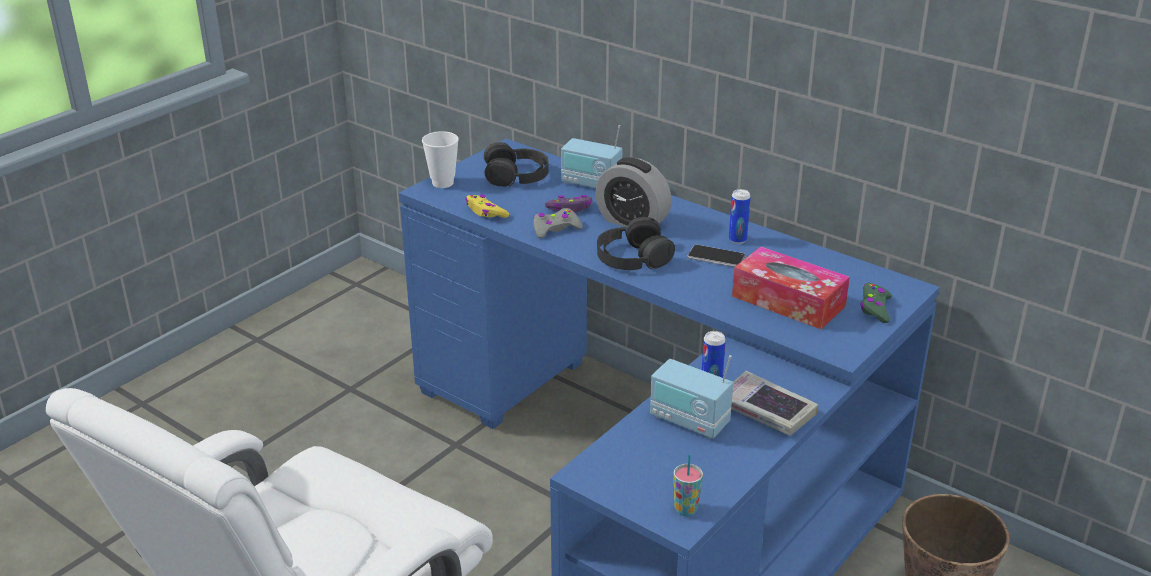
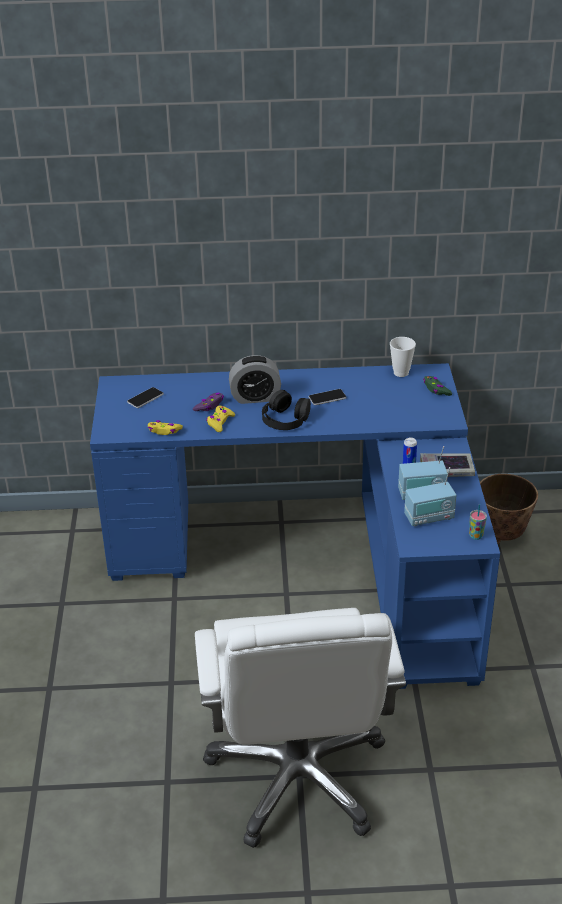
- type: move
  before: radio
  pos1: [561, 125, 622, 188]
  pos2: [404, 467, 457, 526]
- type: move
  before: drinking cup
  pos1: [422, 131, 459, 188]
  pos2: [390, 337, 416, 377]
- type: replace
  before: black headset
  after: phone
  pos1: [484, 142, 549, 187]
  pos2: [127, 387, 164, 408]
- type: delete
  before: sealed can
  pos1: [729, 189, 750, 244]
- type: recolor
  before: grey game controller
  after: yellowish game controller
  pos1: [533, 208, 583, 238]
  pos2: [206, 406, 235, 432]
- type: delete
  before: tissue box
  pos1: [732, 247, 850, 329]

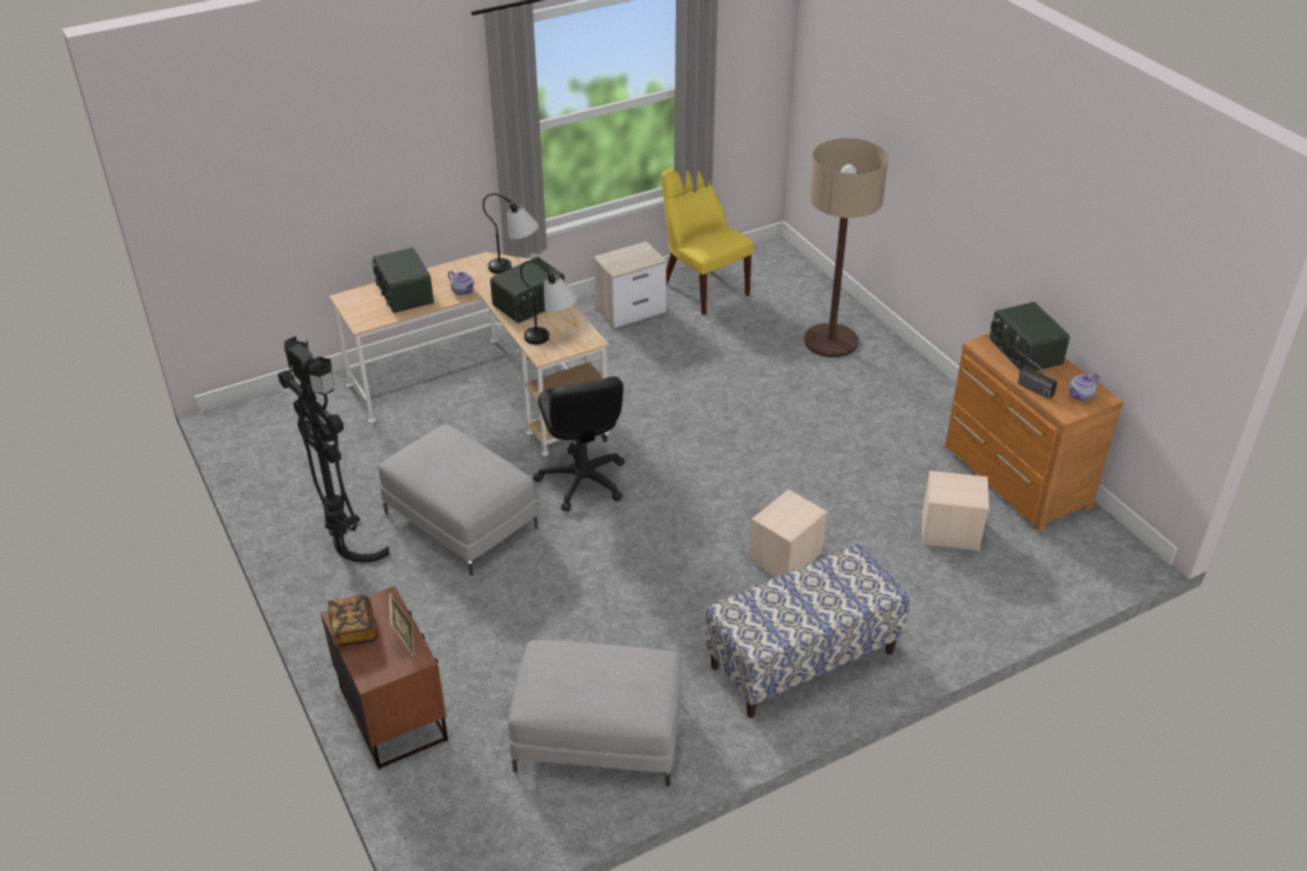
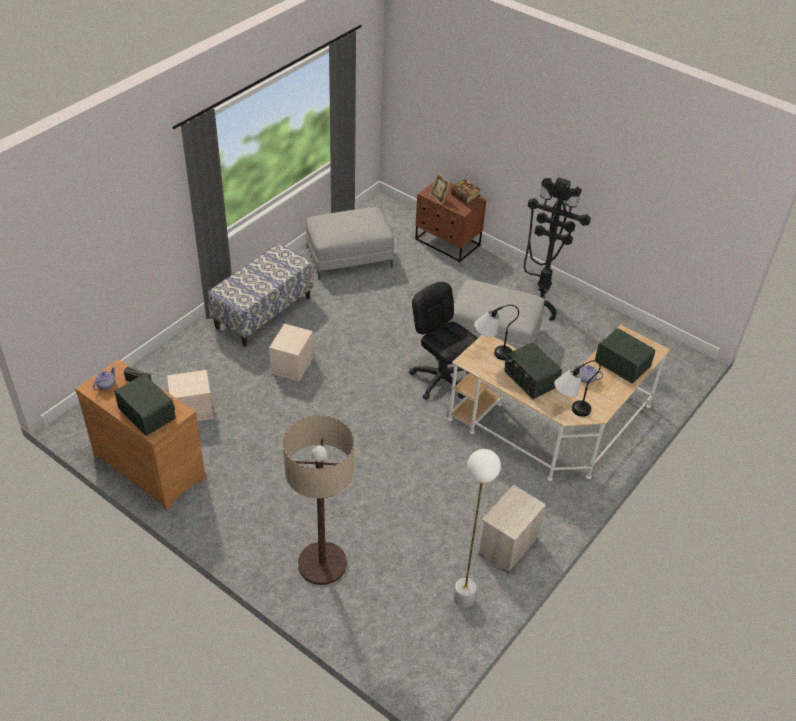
- type: replace
  before: yellowish upright chair
  after: whitish standing lamp
  pos1: [661, 167, 754, 315]
  pos2: [453, 449, 501, 608]
- type: rotate
  before: radio
  pos1: [490, 257, 565, 323]
  pos2: [504, 342, 562, 399]
  turn: -60

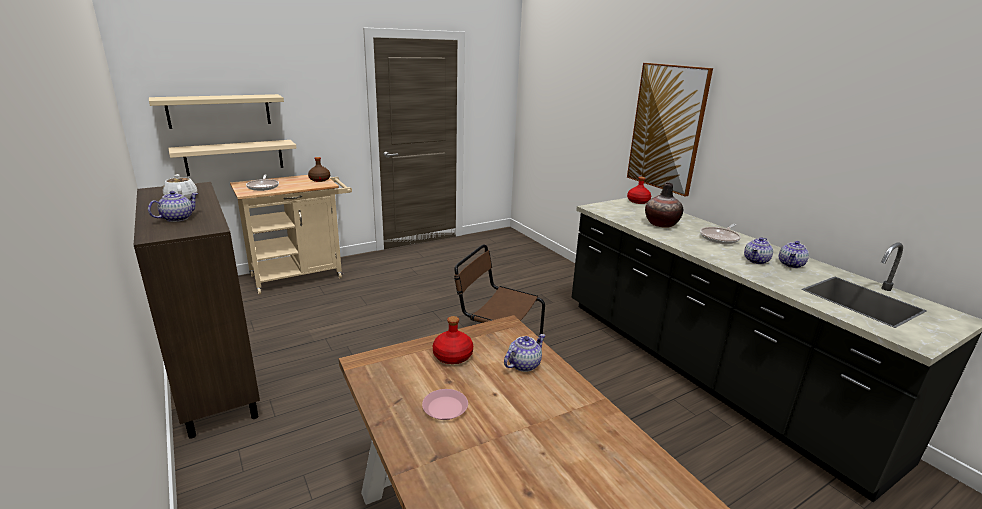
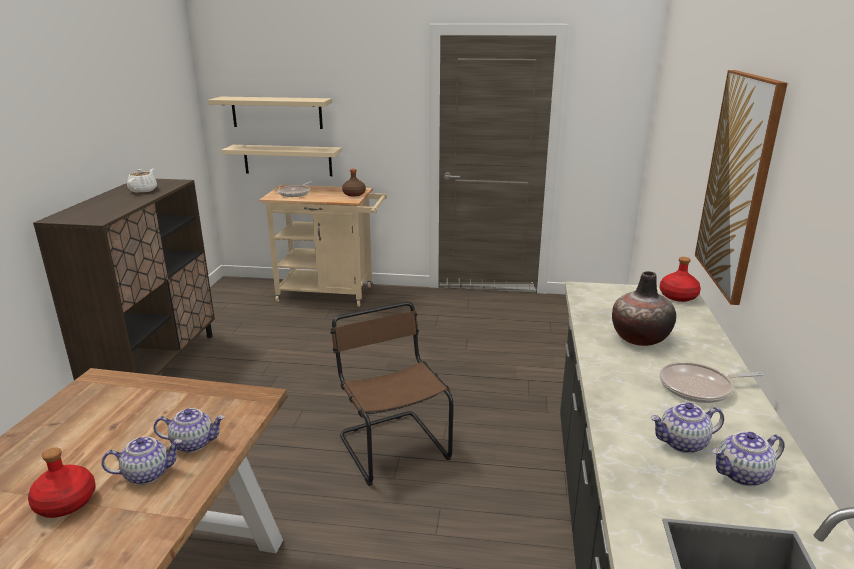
- type: move
  before: tea pot
  pos1: [148, 191, 198, 222]
  pos2: [102, 436, 182, 485]
- type: move
  before: reddish drink bottle
  pos1: [433, 316, 473, 364]
  pos2: [28, 448, 96, 518]
- type: delete
  before: pink-coloured flat dish
  pos1: [422, 389, 468, 420]

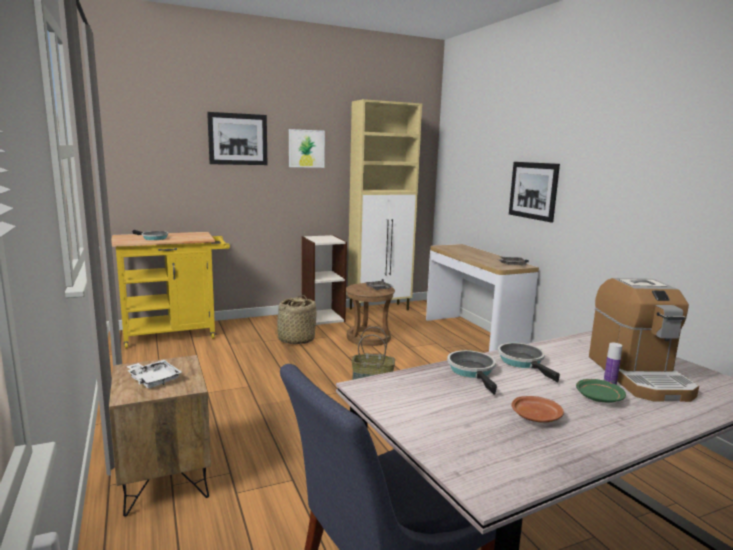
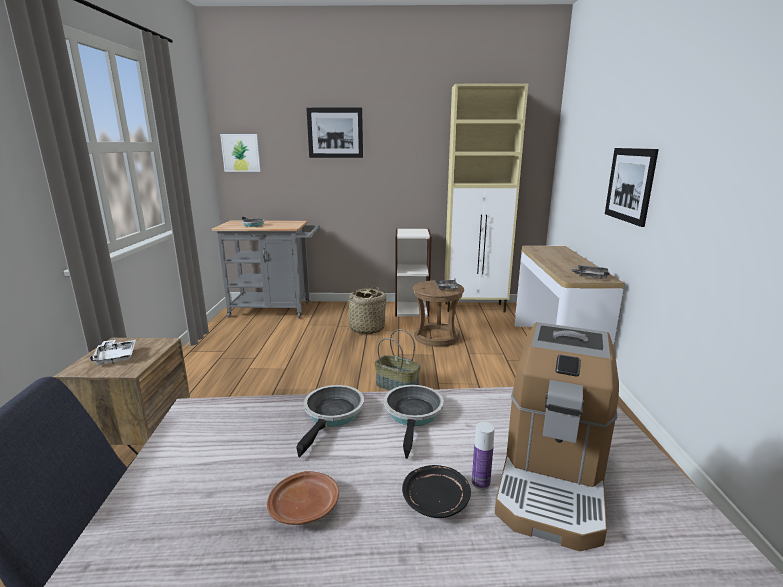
- type: move
  before: picture
  pos1: [289, 129, 325, 168]
  pos2: [220, 134, 261, 172]
- type: recolor
  before: yellowish wheeled cart
  after: grey wheeled cart
  pos1: [111, 232, 230, 349]
  pos2: [211, 220, 320, 318]
- type: recolor
  before: green-coloured flat dish
  after: black flat dish
  pos1: [576, 379, 626, 403]
  pos2: [402, 465, 471, 518]

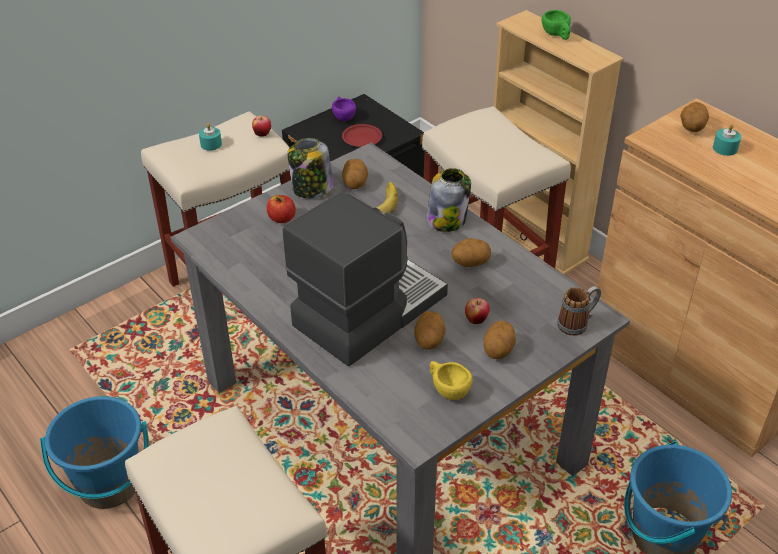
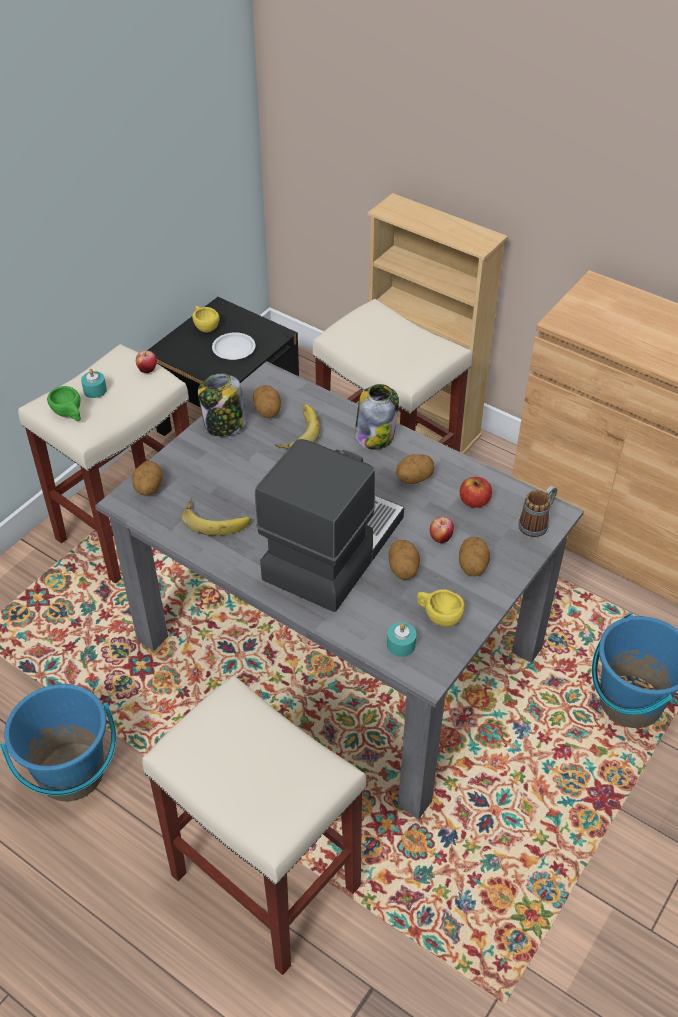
- type: move
  before: green-coloured drinking cup
  pos1: [542, 10, 571, 40]
  pos2: [47, 386, 81, 421]
- type: recolor
  before: purple drinking cup
  after: yellowish drinking cup
  pos1: [332, 97, 356, 121]
  pos2: [192, 306, 219, 332]
- type: move
  before: spud
  pos1: [680, 102, 709, 132]
  pos2: [132, 461, 163, 496]
- type: recolor
  before: reddish flat dish
  after: whitish flat dish
  pos1: [342, 124, 382, 147]
  pos2: [212, 332, 255, 360]
- type: move
  before: turquoise wax candle
  pos1: [713, 124, 741, 156]
  pos2: [387, 622, 416, 657]
- type: move
  before: whole apple
  pos1: [267, 195, 296, 223]
  pos2: [460, 477, 492, 508]
- type: insert
  after: whole banana
  pos2: [181, 499, 250, 536]

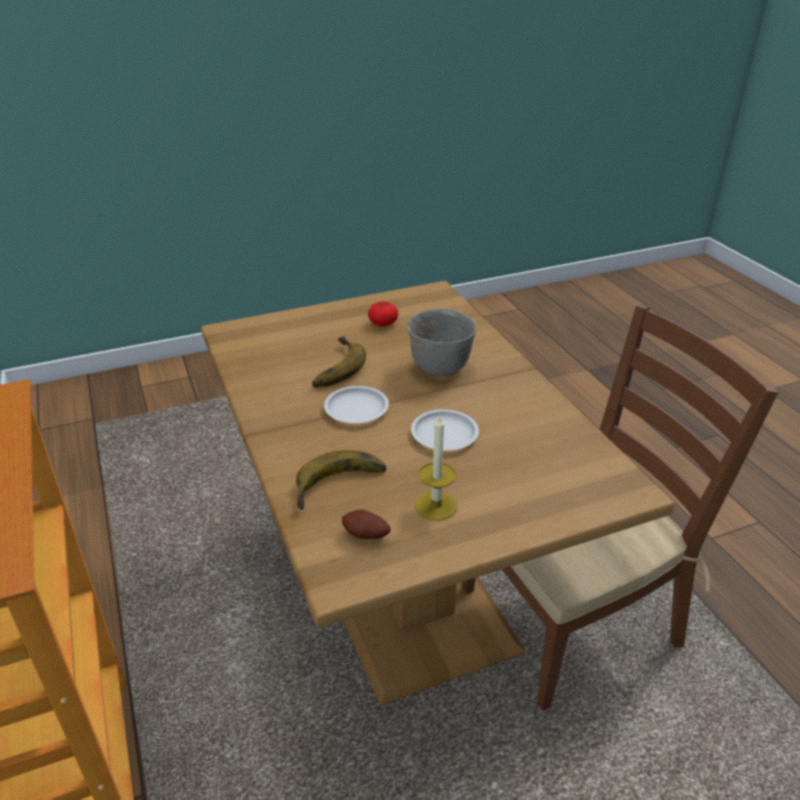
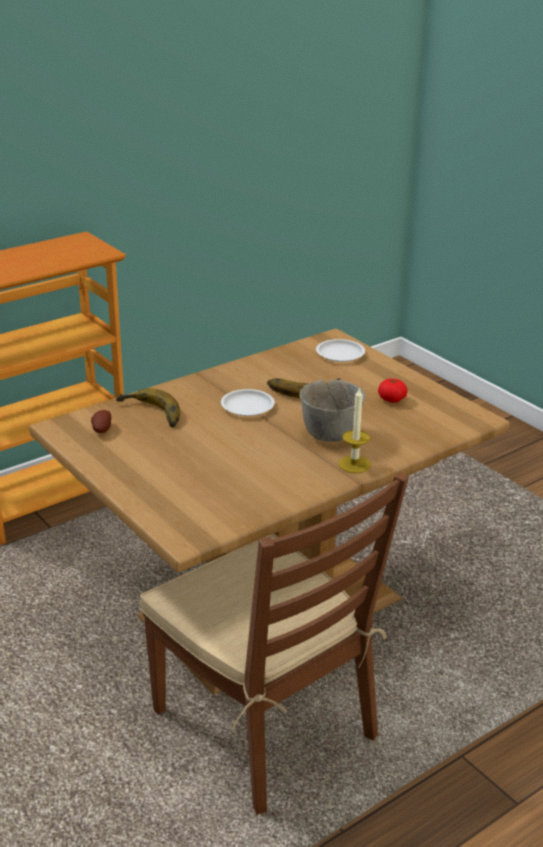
- type: move
  before: whitish flat dish
  pos1: [411, 409, 479, 450]
  pos2: [316, 339, 365, 362]
- type: move
  before: wax candle
  pos1: [415, 414, 457, 521]
  pos2: [338, 387, 371, 473]

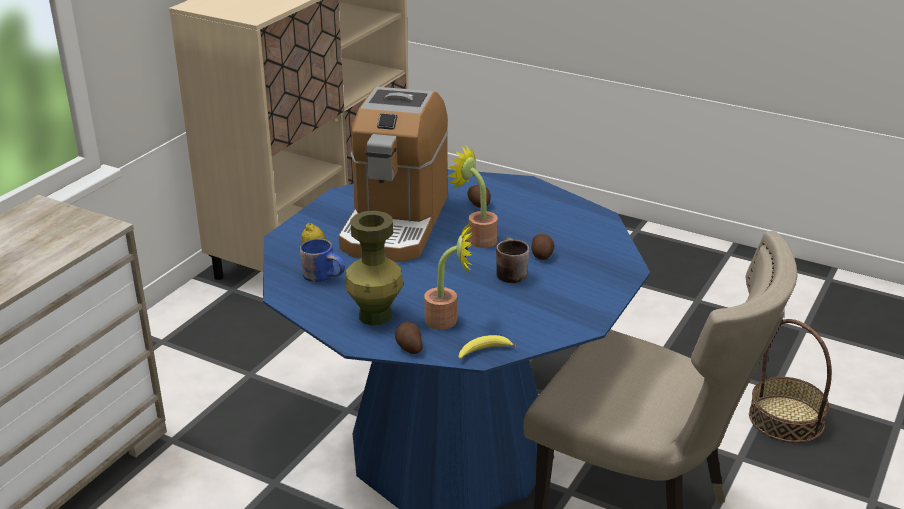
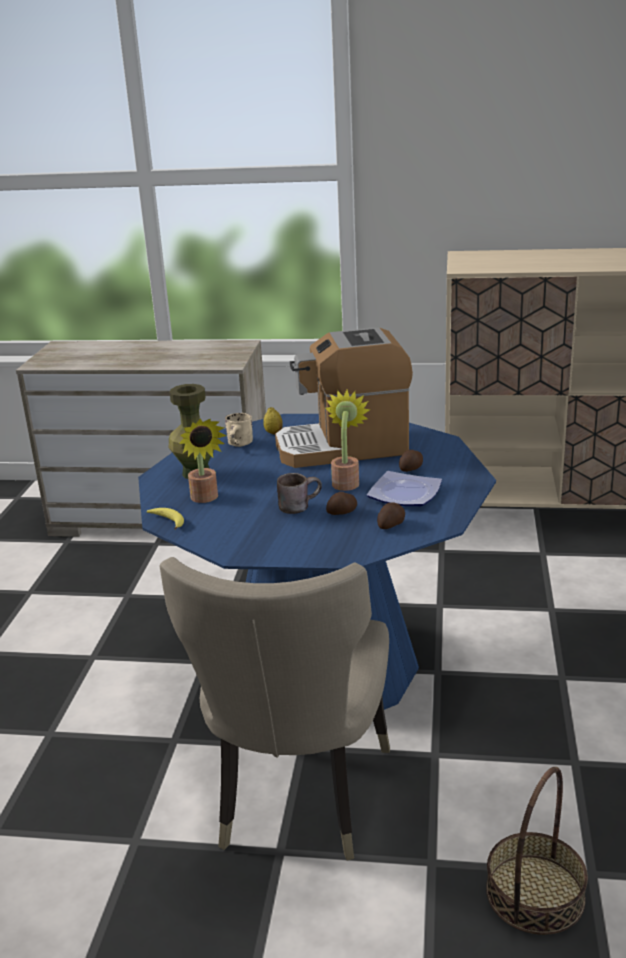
- type: recolor
  before: blue-coloured coffee mug
  after: sand-coloured coffee mug
  pos1: [300, 238, 345, 282]
  pos2: [225, 413, 253, 447]
- type: move
  before: spud
  pos1: [395, 322, 423, 354]
  pos2: [377, 503, 405, 529]
- type: insert
  after: flat dish
  pos2: [367, 471, 442, 506]

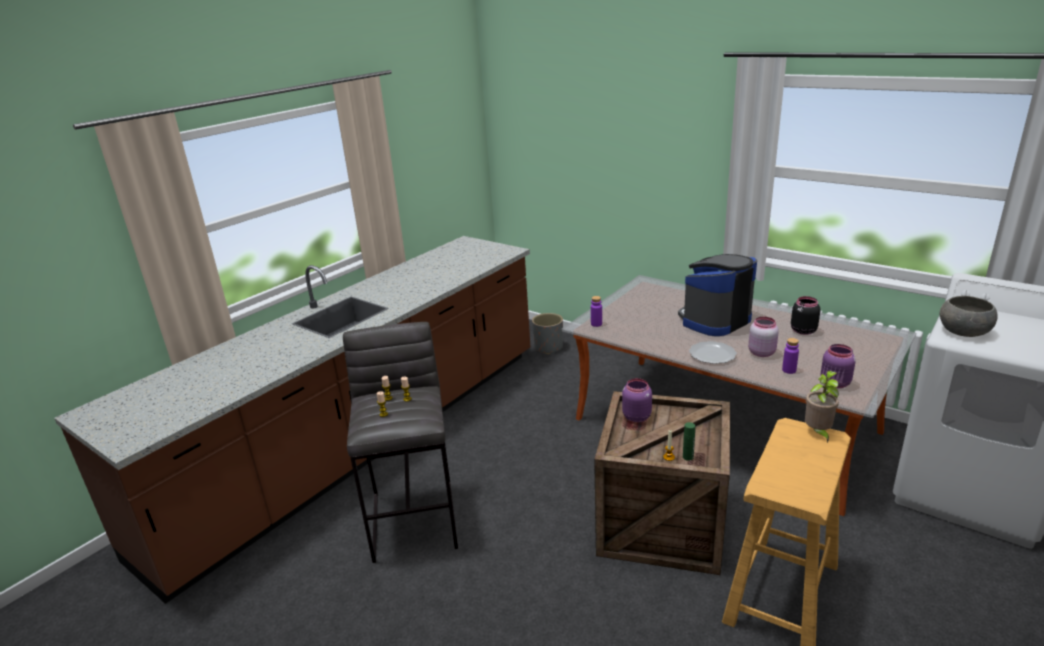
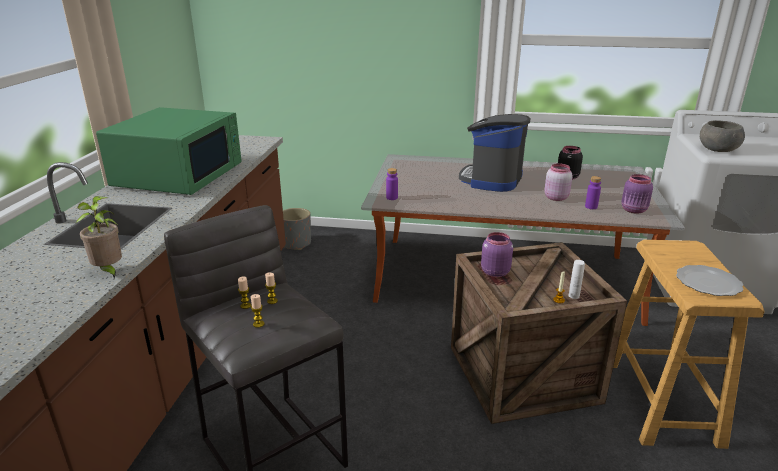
- type: move
  before: flat dish
  pos1: [689, 341, 737, 364]
  pos2: [676, 265, 744, 296]
- type: move
  before: potted plant
  pos1: [805, 371, 839, 443]
  pos2: [75, 196, 122, 279]
- type: recolor
  before: green-coloured drink bottle
  after: whitish drink bottle
  pos1: [683, 422, 695, 461]
  pos2: [568, 260, 585, 299]
- type: insert
  after: green-coloured microwave oven
  pos2: [96, 107, 242, 195]

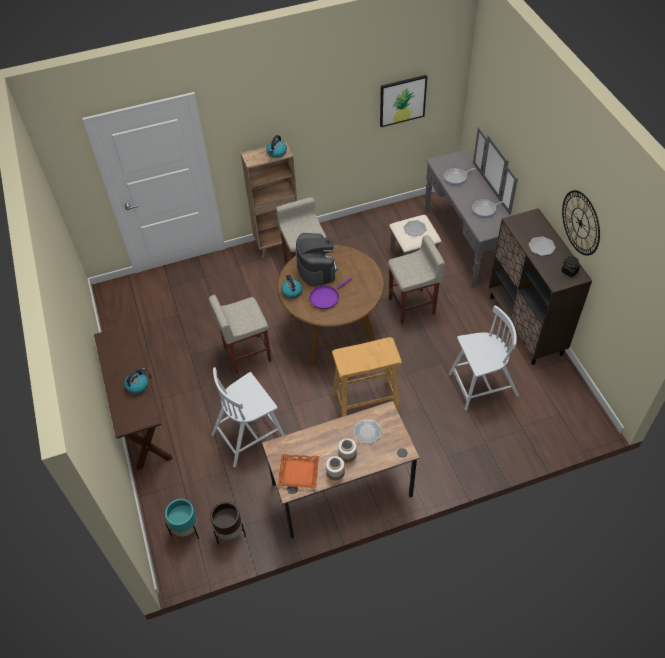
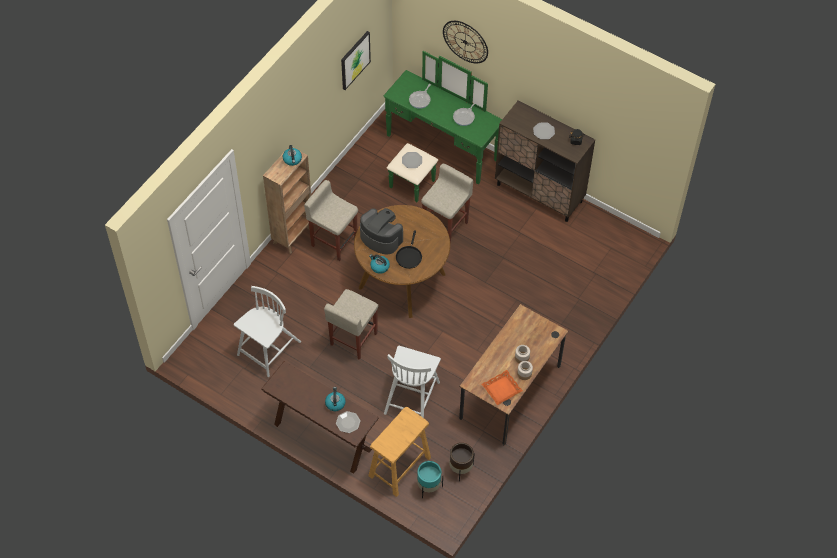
- type: recolor
  before: grey dresser
  after: green-coloured dresser
  pos1: [389, 127, 518, 288]
  pos2: [384, 51, 502, 202]
- type: move
  before: wall clock
  pos1: [562, 190, 600, 256]
  pos2: [443, 21, 488, 64]
- type: recolor
  before: purple frying pan
  after: black frying pan
  pos1: [309, 277, 352, 309]
  pos2: [396, 231, 422, 269]
- type: move
  before: whitish upright chair
  pos1: [449, 305, 519, 411]
  pos2: [234, 286, 301, 377]
- type: move
  before: sand-coloured sitting stool
  pos1: [332, 337, 402, 417]
  pos2: [368, 407, 431, 497]
- type: move
  before: flat dish
  pos1: [353, 419, 382, 444]
  pos2: [336, 411, 360, 433]

